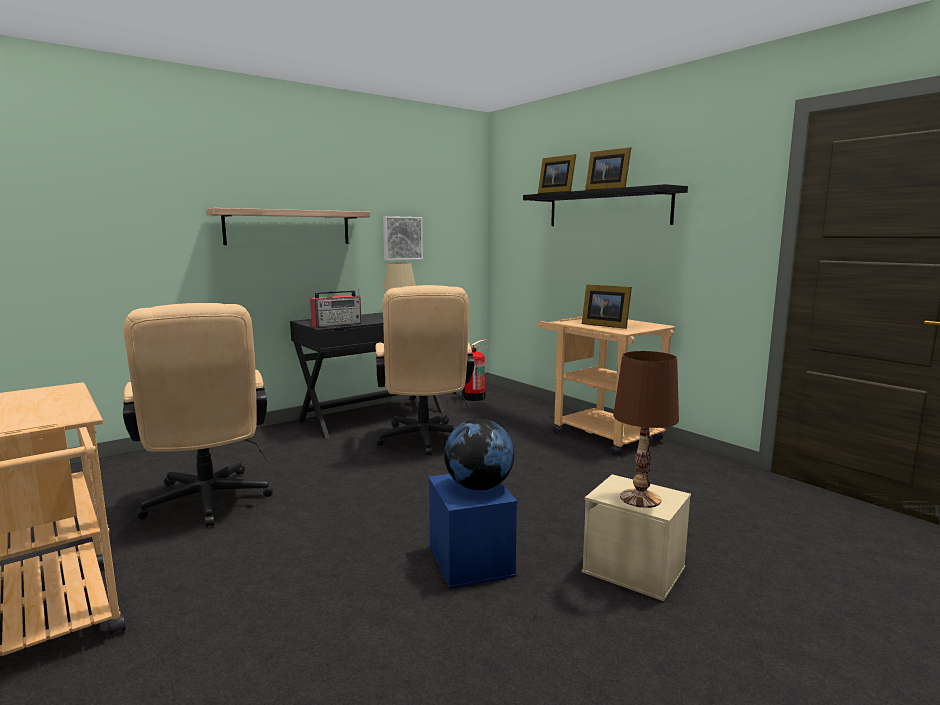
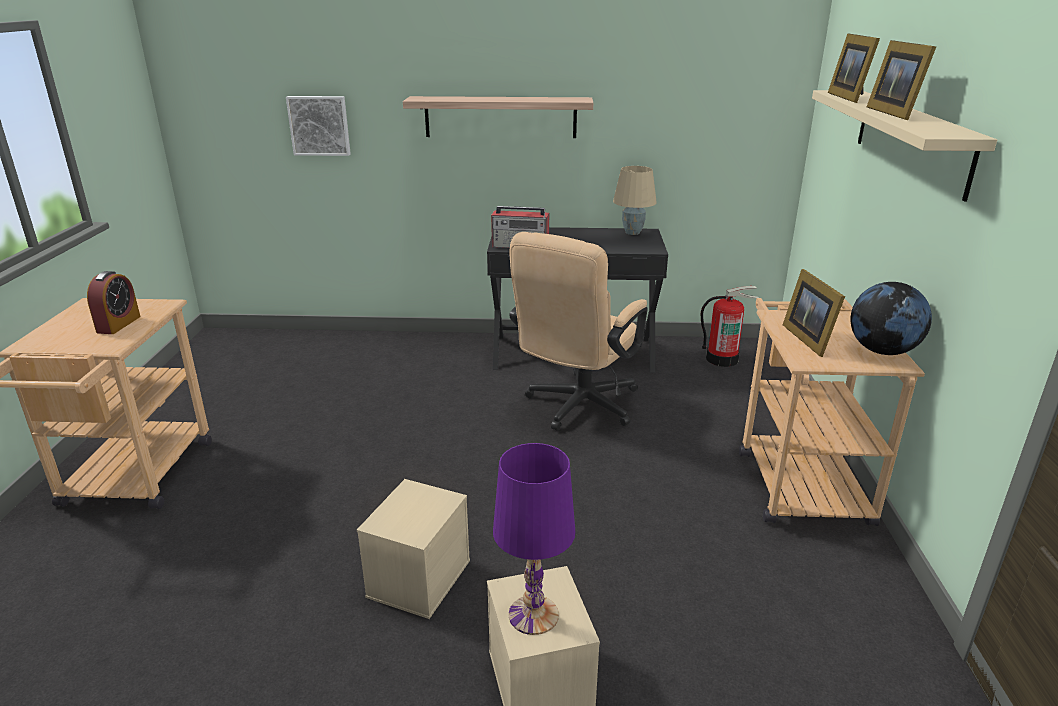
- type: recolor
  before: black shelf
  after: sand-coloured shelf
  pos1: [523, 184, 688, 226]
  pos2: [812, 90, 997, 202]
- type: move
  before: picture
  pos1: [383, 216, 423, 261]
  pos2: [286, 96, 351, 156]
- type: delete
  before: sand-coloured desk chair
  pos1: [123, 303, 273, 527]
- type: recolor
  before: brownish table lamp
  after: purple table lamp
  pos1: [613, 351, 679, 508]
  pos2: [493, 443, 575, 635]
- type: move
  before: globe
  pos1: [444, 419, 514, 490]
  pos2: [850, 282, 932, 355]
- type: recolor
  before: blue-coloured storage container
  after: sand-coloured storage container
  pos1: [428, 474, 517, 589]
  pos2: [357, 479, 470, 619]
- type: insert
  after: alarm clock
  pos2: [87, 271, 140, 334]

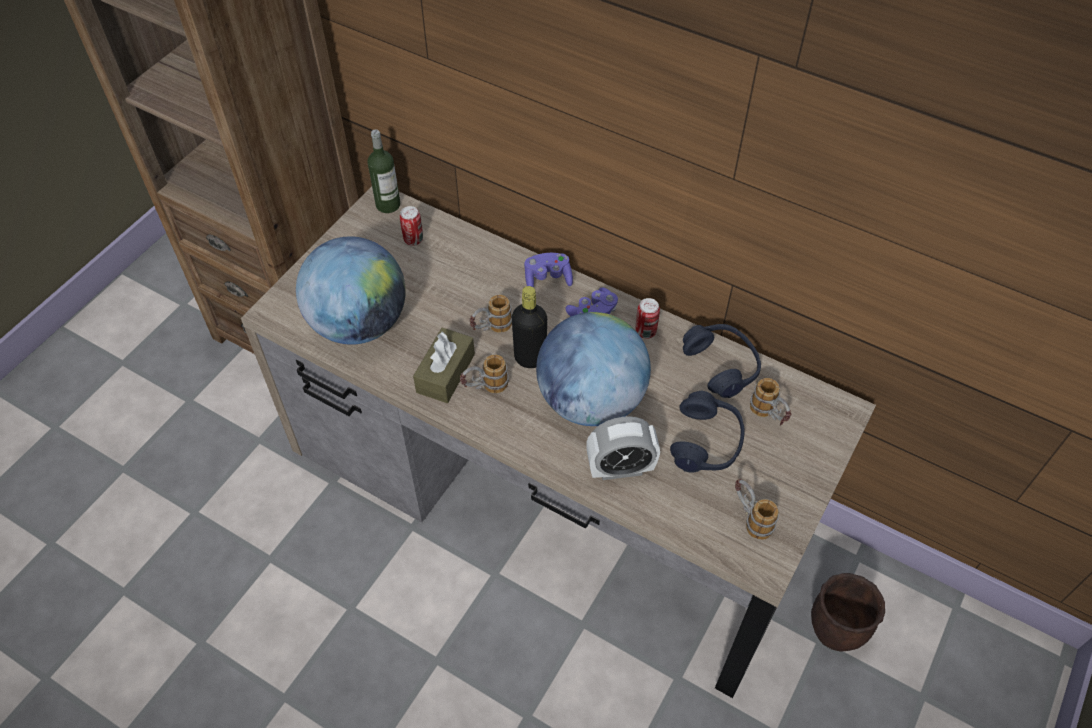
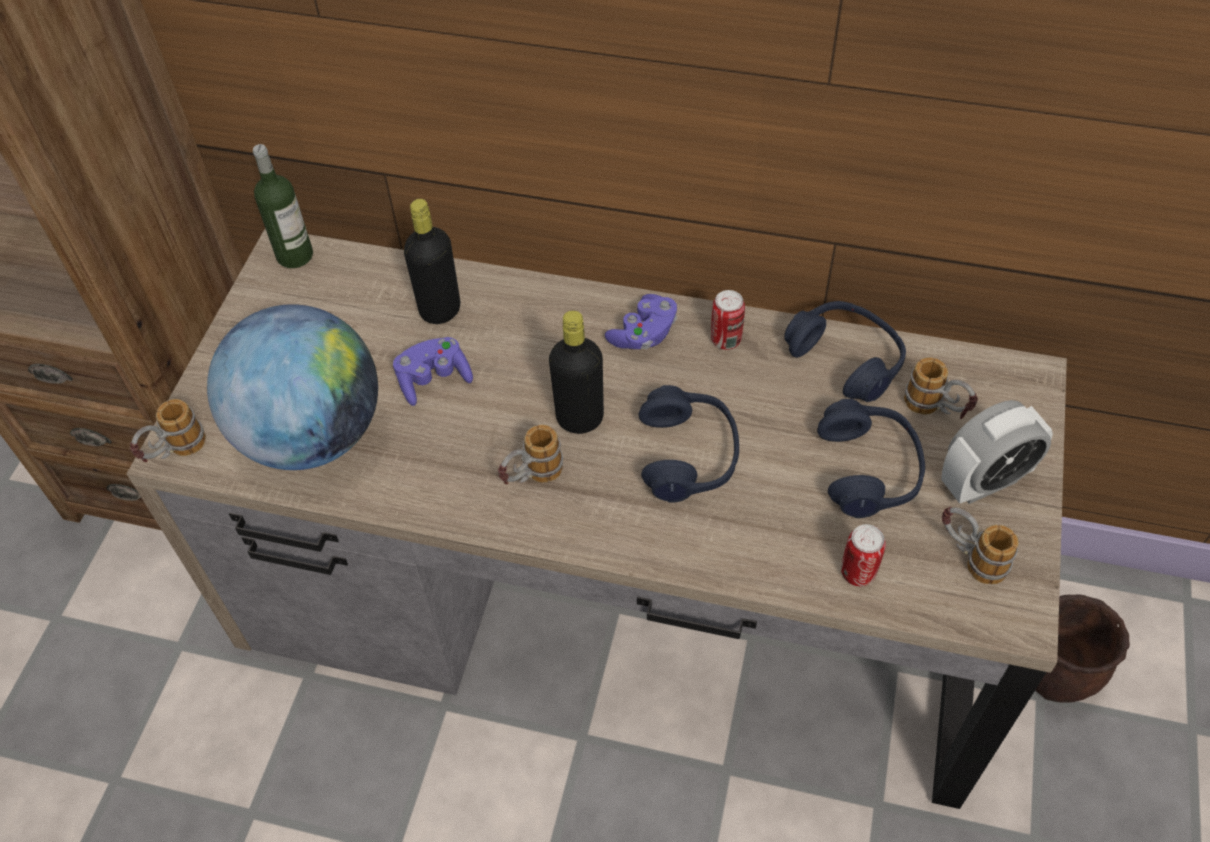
- type: move
  before: sealed can
  pos1: [400, 206, 423, 246]
  pos2: [841, 524, 886, 586]
- type: move
  before: purple game controller
  pos1: [524, 253, 573, 288]
  pos2: [393, 337, 473, 406]
- type: move
  before: coffee mug
  pos1: [470, 295, 512, 333]
  pos2: [130, 399, 206, 462]
- type: replace
  before: globe
  after: blue-coloured headset
  pos1: [536, 312, 651, 426]
  pos2: [639, 385, 739, 503]
- type: delete
  before: brownish tissue box
  pos1: [413, 328, 475, 403]
- type: move
  before: alarm clock
  pos1: [586, 416, 660, 480]
  pos2: [941, 400, 1053, 504]
- type: insert
  after: black drink bottle
  pos2: [404, 199, 460, 324]

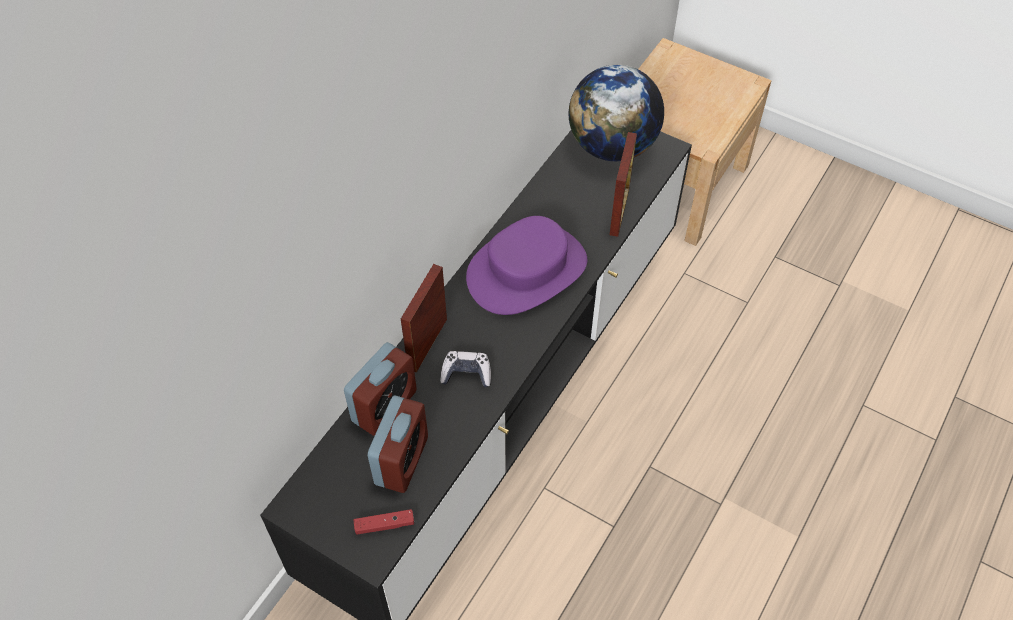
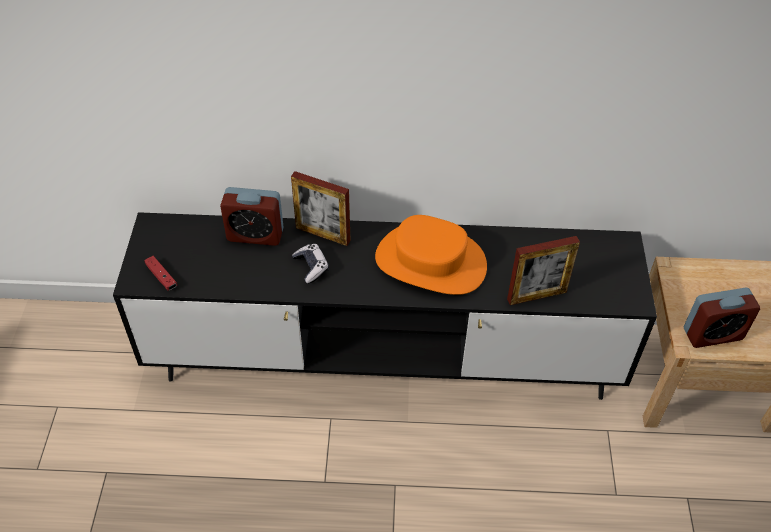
- type: delete
  before: globe
  pos1: [569, 65, 664, 161]
- type: recolor
  before: purple clothing hat
  after: orange-coloured clothing hat
  pos1: [466, 216, 587, 315]
  pos2: [375, 215, 487, 295]
- type: rotate
  before: standing frame
  pos1: [401, 264, 447, 373]
  pos2: [291, 171, 351, 246]
  turn: -150
- type: move
  before: alarm clock
  pos1: [368, 395, 428, 493]
  pos2: [684, 288, 760, 348]

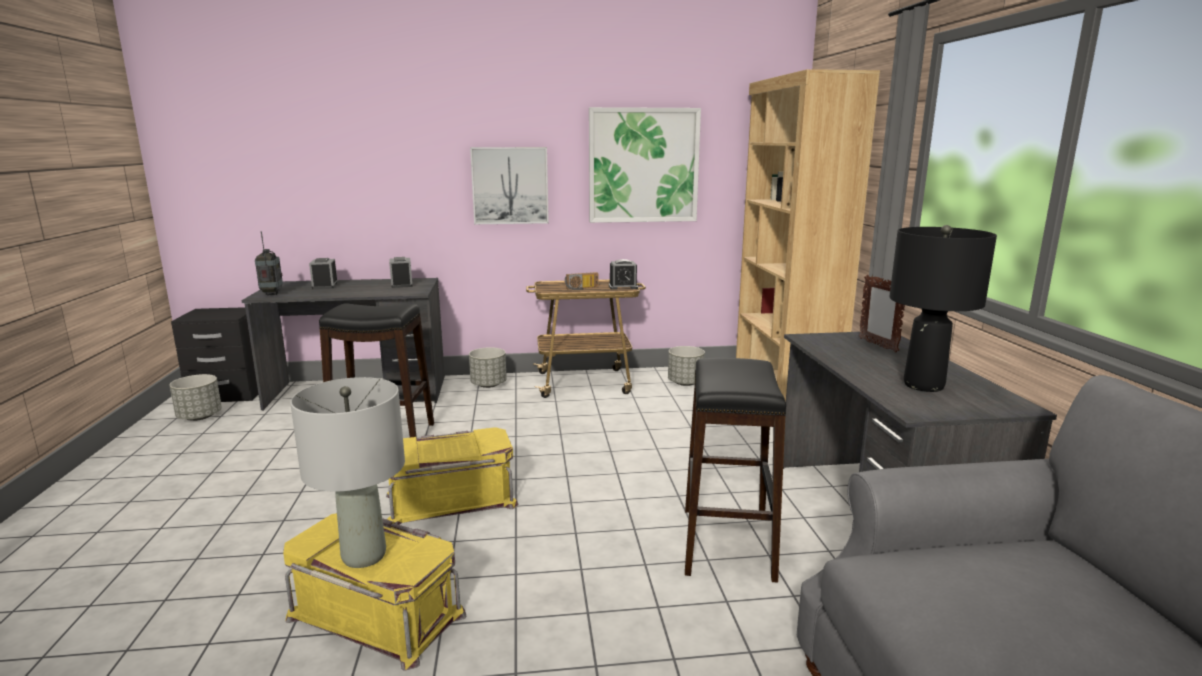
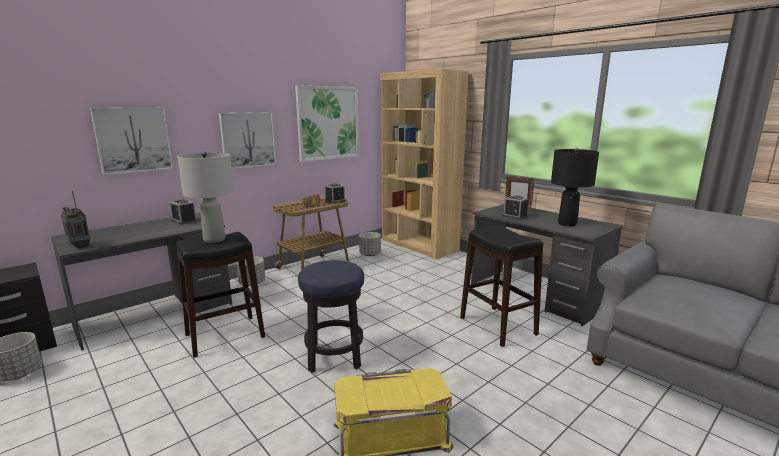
- type: move
  before: alarm clock
  pos1: [309, 258, 338, 289]
  pos2: [502, 196, 528, 220]
- type: move
  before: grey table lamp
  pos1: [290, 377, 405, 568]
  pos2: [178, 151, 234, 243]
- type: replace
  before: yellowish storage container
  after: sitting stool
  pos1: [386, 427, 518, 525]
  pos2: [298, 260, 364, 373]
- type: insert
  after: picture
  pos2: [90, 107, 173, 175]

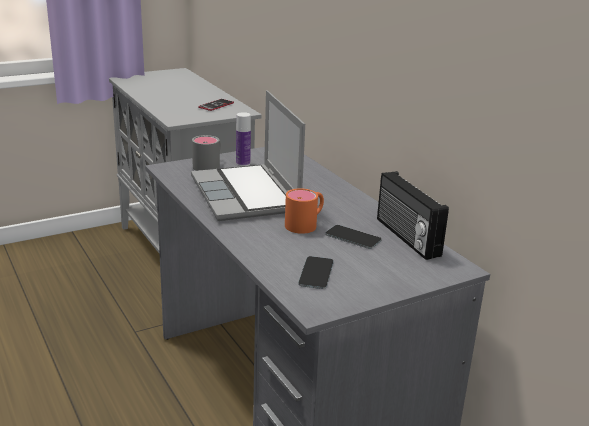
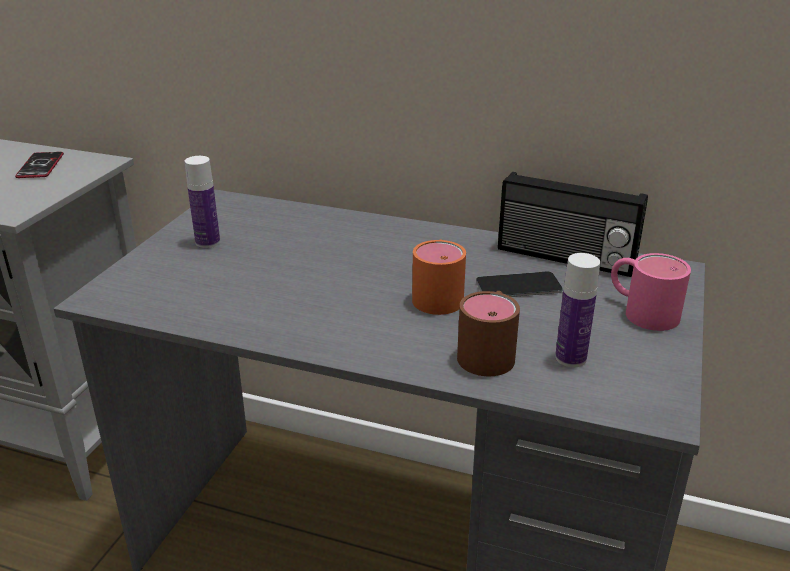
- type: delete
  before: laptop
  pos1: [191, 90, 305, 221]
- type: delete
  before: grey coffee mug
  pos1: [192, 135, 221, 171]
- type: replace
  before: phone
  after: drink bottle
  pos1: [298, 256, 334, 289]
  pos2: [555, 253, 600, 367]
- type: insert
  after: pink-coloured coffee mug
  pos2: [611, 253, 691, 331]
- type: insert
  after: brownish coffee mug
  pos2: [457, 291, 520, 376]

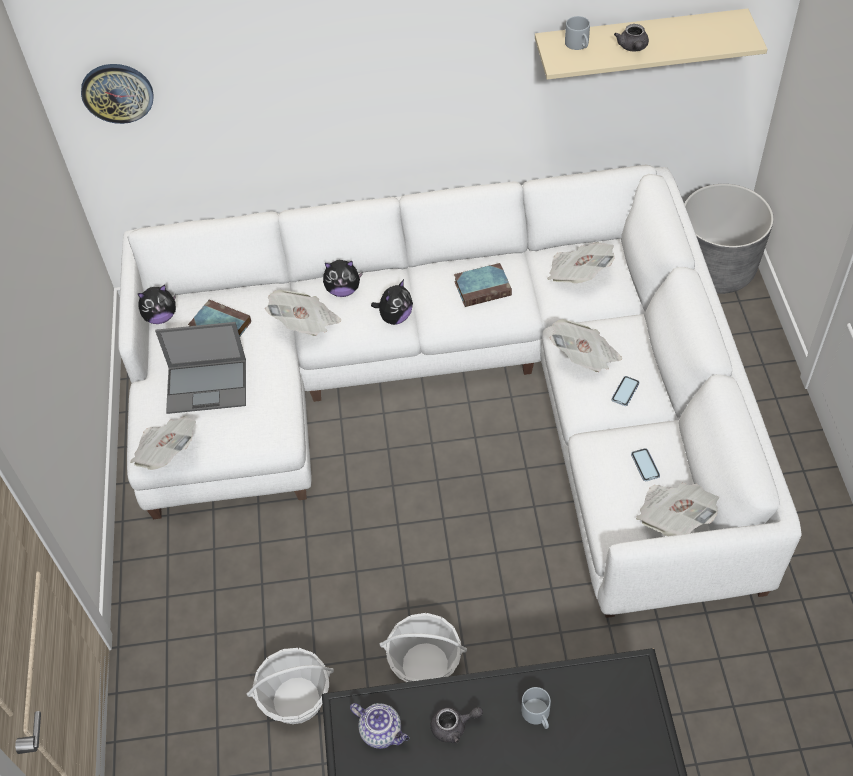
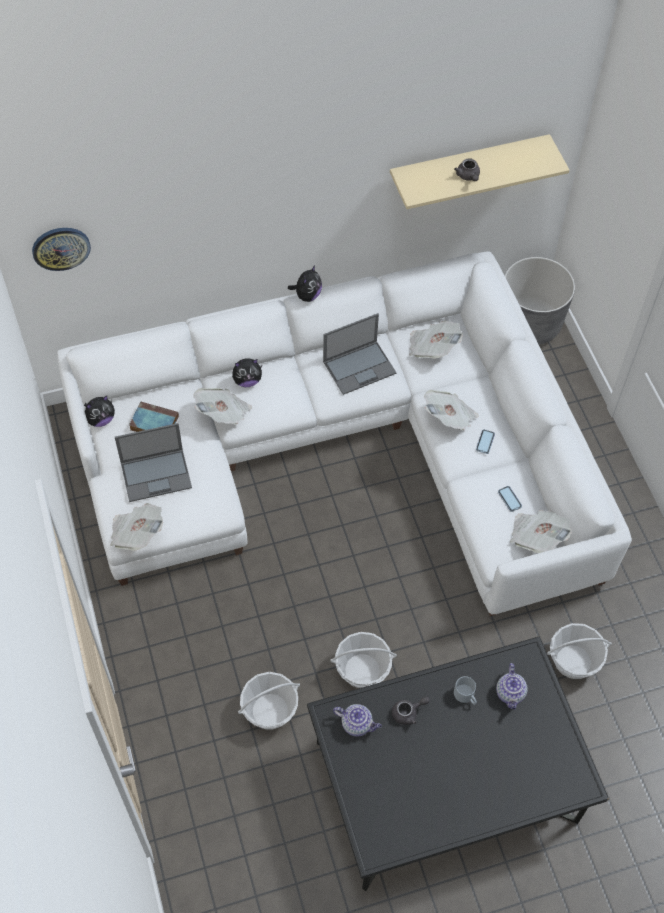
- type: delete
  before: grey coffee mug
  pos1: [565, 16, 590, 50]
- type: replace
  before: volume
  after: laptop
  pos1: [454, 263, 512, 307]
  pos2: [323, 313, 397, 395]
- type: move
  before: cuddly toy
  pos1: [371, 279, 413, 325]
  pos2: [288, 265, 322, 302]
- type: insert
  after: storage basket
  pos2: [547, 623, 612, 679]
- type: insert
  after: tea pot
  pos2: [496, 663, 528, 710]

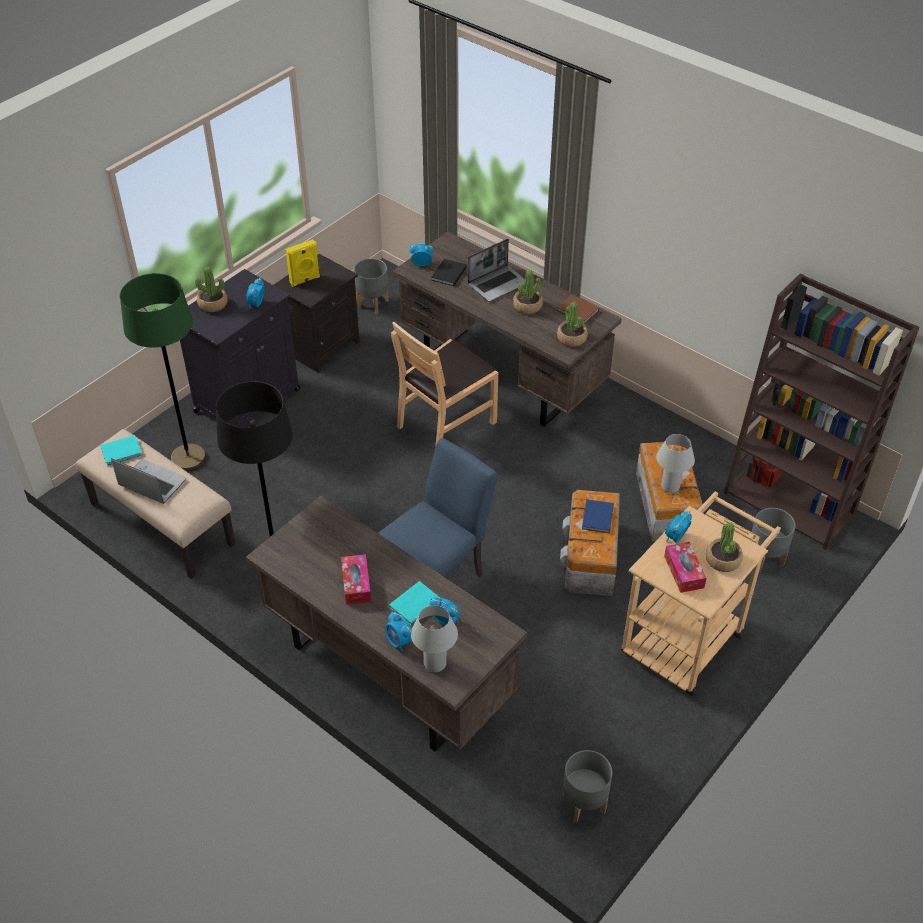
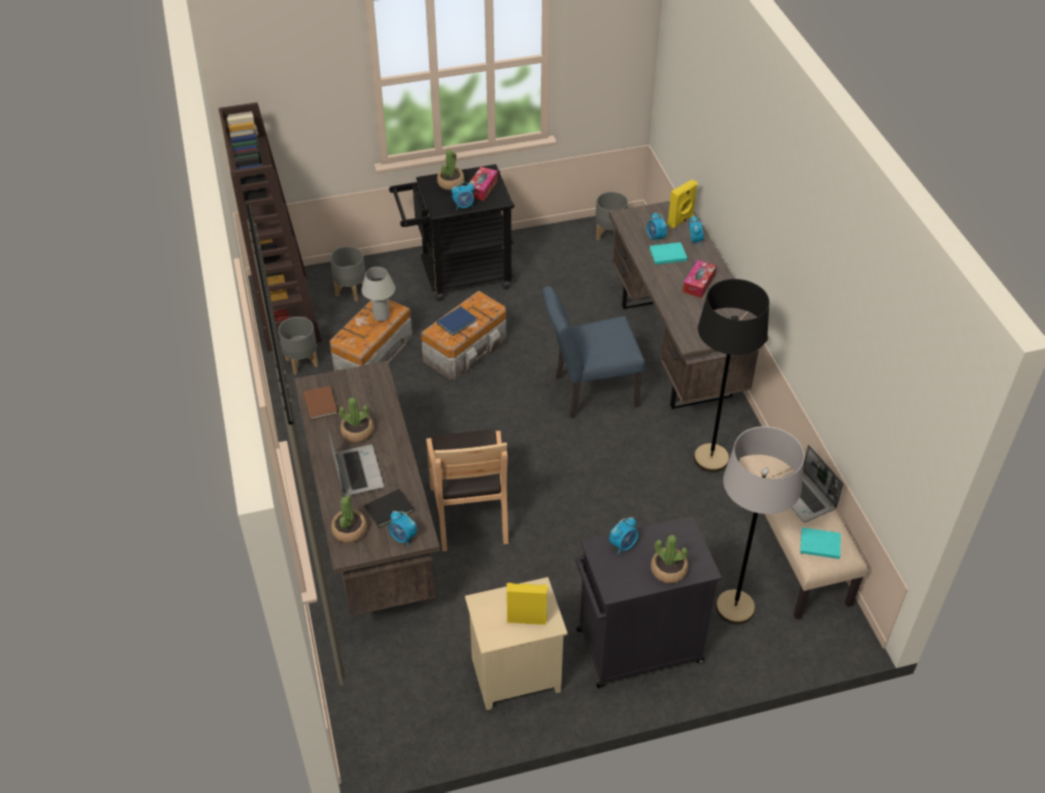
- type: rotate
  before: laptop
  pos1: [468, 239, 525, 301]
  pos2: [328, 427, 384, 497]
  turn: 75
- type: recolor
  before: black night table
  after: sand-coloured night table
  pos1: [273, 254, 360, 373]
  pos2: [465, 577, 568, 710]
- type: move
  before: grey flower pot
  pos1: [354, 258, 389, 314]
  pos2: [278, 317, 318, 375]
- type: recolor
  before: green-coloured standing lamp
  after: grey standing lamp
  pos1: [120, 273, 206, 471]
  pos2: [716, 426, 805, 625]
- type: move
  before: potted plant
  pos1: [557, 302, 588, 347]
  pos2: [331, 496, 367, 543]
- type: rotate
  before: brownish upright chair
  pos1: [391, 322, 498, 448]
  pos2: [426, 430, 508, 551]
  turn: 90
- type: recolor
  before: sand-coloured wheeled cart
  after: black wheeled cart
  pos1: [621, 492, 781, 696]
  pos2: [389, 164, 514, 301]
- type: replace
  before: whitish table lamp
  after: yellowish loudspeaker
  pos1: [411, 605, 458, 672]
  pos2: [668, 180, 698, 228]

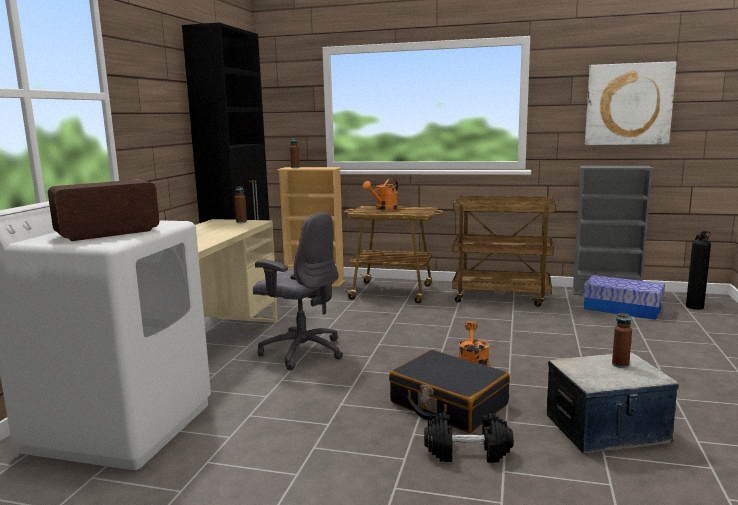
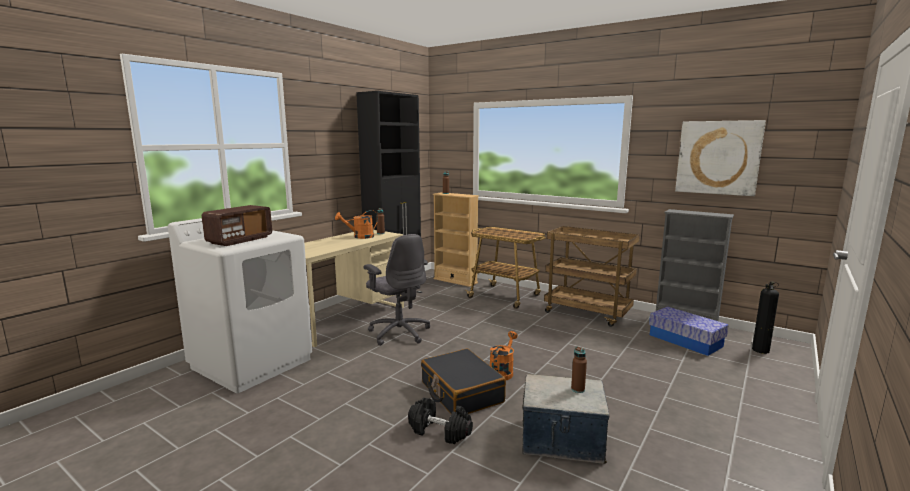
- type: move
  before: orange-coloured watering can
  pos1: [363, 178, 398, 210]
  pos2: [335, 210, 378, 239]
- type: rotate
  before: radio
  pos1: [48, 180, 159, 241]
  pos2: [202, 205, 272, 246]
  turn: 135

